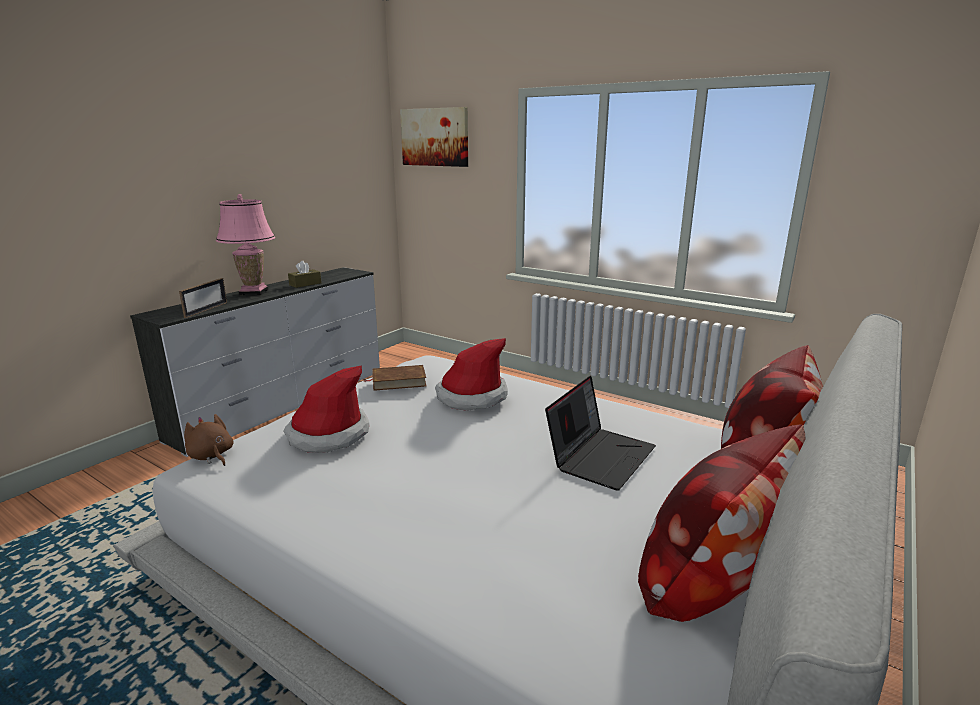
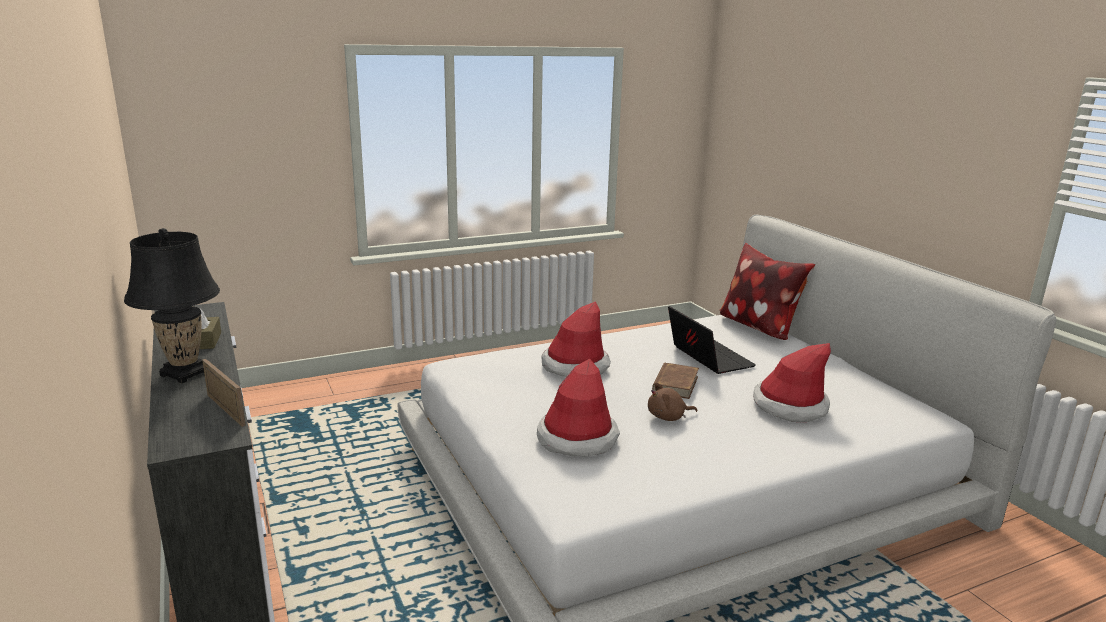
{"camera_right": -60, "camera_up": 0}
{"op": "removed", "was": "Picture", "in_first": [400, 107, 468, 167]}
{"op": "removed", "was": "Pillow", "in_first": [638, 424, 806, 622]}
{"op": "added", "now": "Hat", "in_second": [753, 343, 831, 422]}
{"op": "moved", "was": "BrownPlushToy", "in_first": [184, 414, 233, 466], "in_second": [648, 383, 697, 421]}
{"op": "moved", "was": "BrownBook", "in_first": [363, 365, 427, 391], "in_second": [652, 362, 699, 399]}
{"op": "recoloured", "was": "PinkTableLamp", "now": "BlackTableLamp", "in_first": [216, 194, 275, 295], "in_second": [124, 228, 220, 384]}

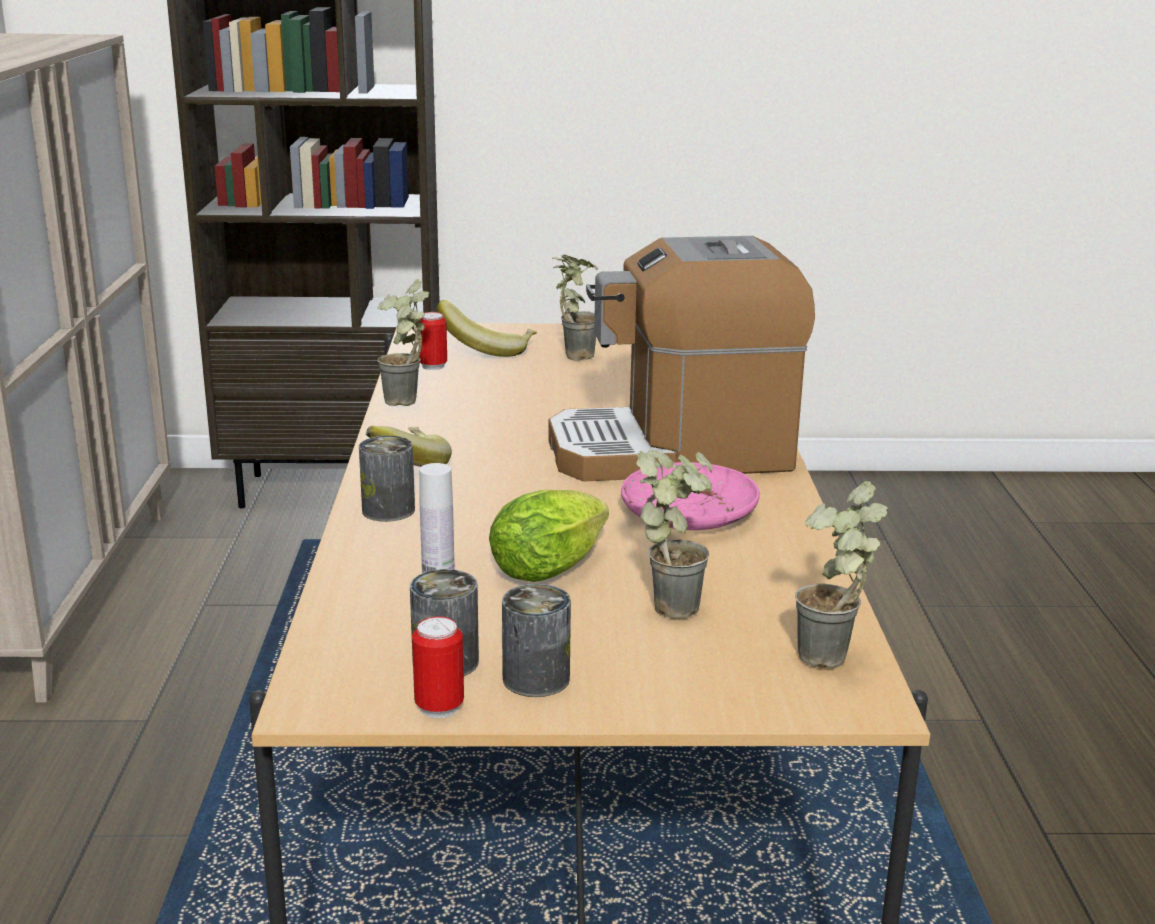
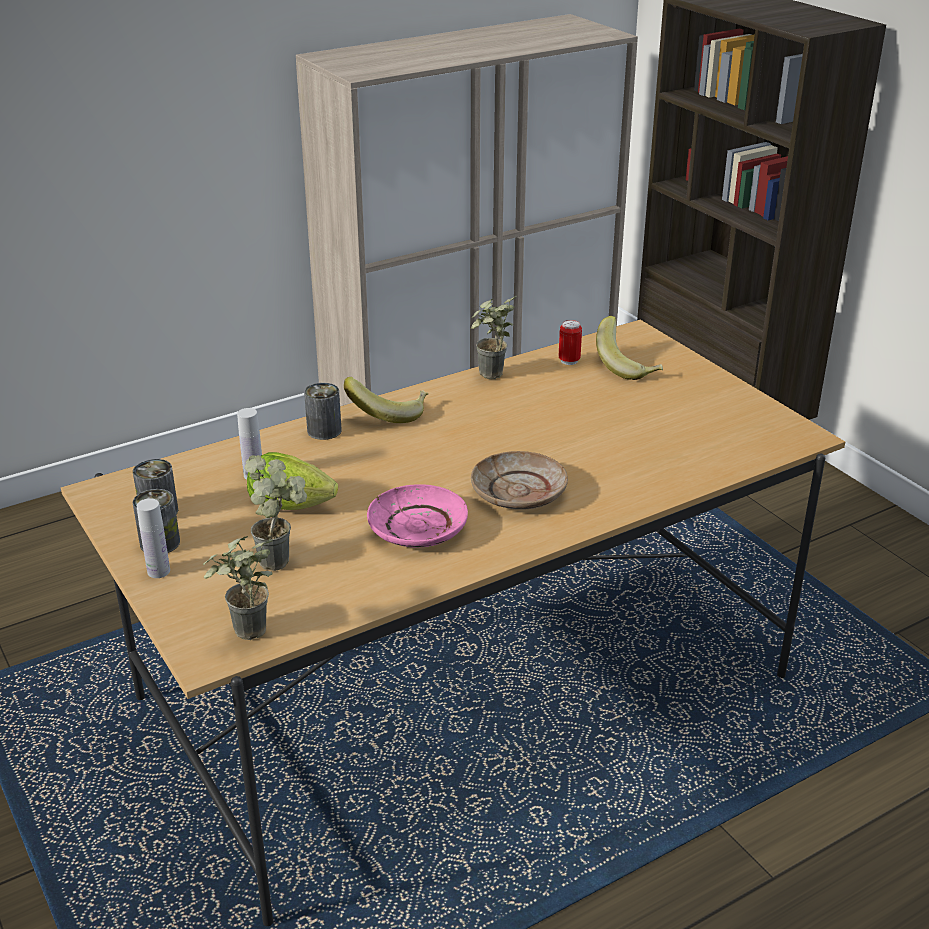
{"camera_right": 60, "camera_up": 10}
{"op": "removed", "was": "Can", "in_first": [412, 616, 464, 718]}
{"op": "removed", "was": "PottedPlant", "in_first": [552, 254, 598, 361]}
{"op": "added", "now": "WhiteBottle", "in_second": [137, 498, 170, 578]}
{"op": "replaced", "was": "CoffeeMachine", "now": "BeigePlate", "in_first": [548, 236, 815, 482], "in_second": [471, 451, 568, 510]}

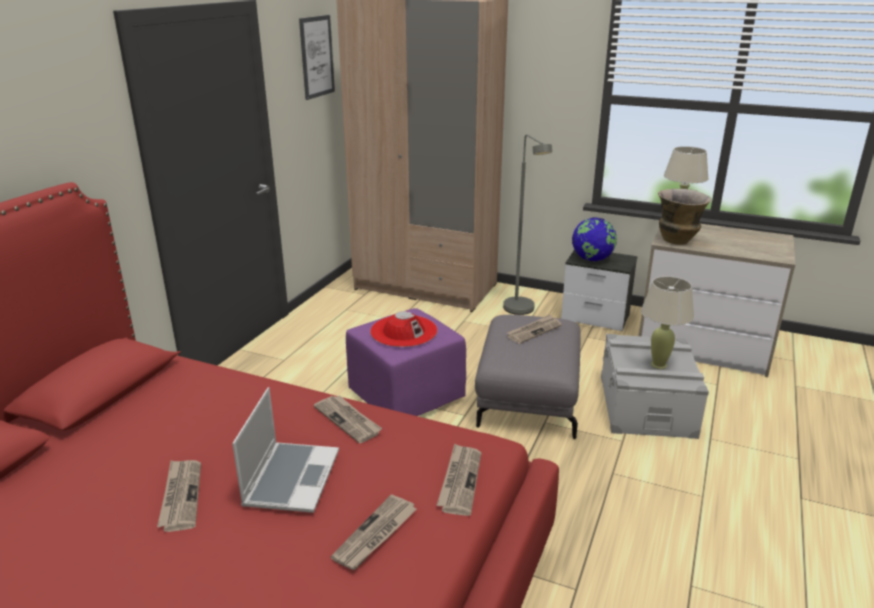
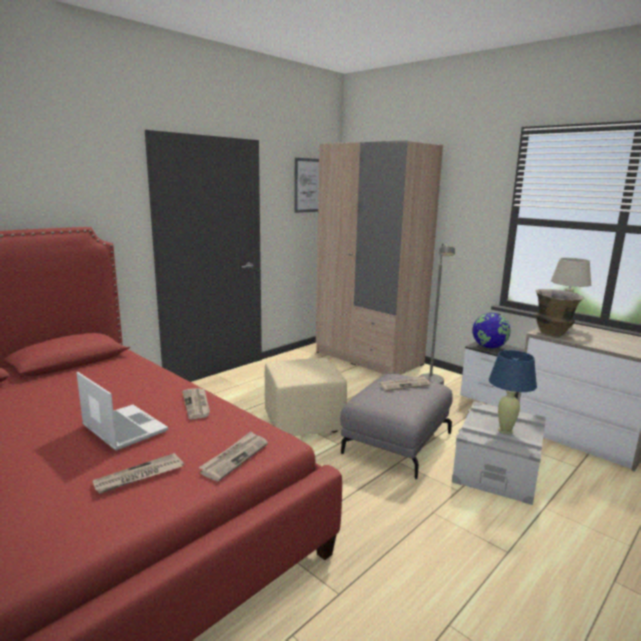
{"camera_right": 20, "camera_up": -10}
{"op": "removed", "was": "Newspaper", "in_first": [157, 460, 201, 532]}
{"op": "removed", "was": "RedHat", "in_first": [370, 311, 437, 347]}
{"op": "recoloured", "was": "PurpleOttoman", "now": "BeigeOttoman", "in_first": [346, 308, 466, 416], "in_second": [265, 358, 347, 436]}
{"op": "recoloured", "was": "BeigeTableLamp", "now": "BlueTableLamp", "in_first": [641, 276, 694, 369], "in_second": [489, 350, 537, 434]}
{"op": "turned", "was": "Laptop", "in_first": [232, 387, 339, 513], "in_second": [76, 372, 168, 451], "clockwise": -75}

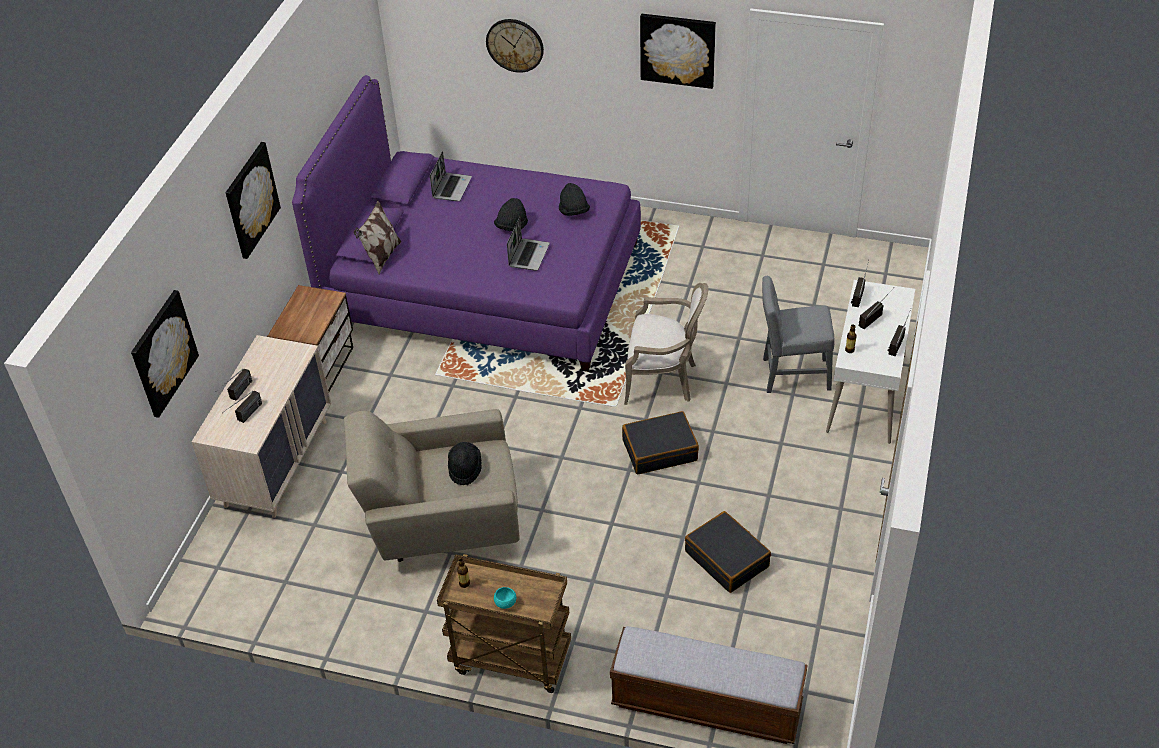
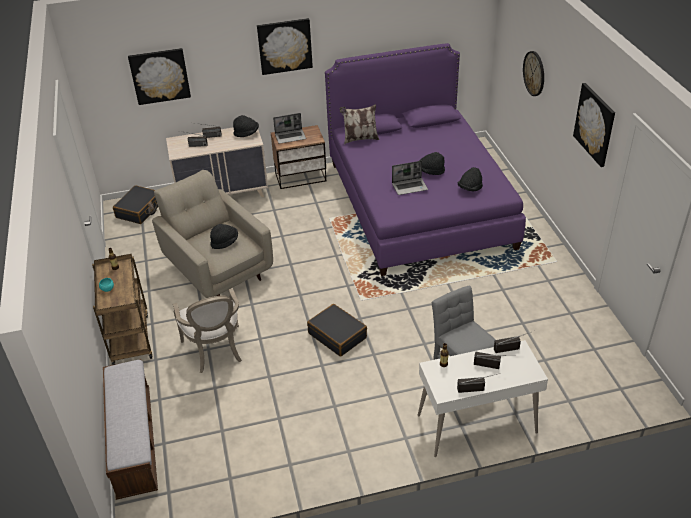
{"camera_right": 60, "camera_up": -5}
{"op": "added", "now": "BlackHat", "in_second": [233, 115, 259, 137]}
{"op": "moved", "was": "Laptop", "in_first": [430, 151, 472, 201], "in_second": [273, 113, 306, 144]}
{"op": "moved", "was": "Armchair", "in_first": [624, 283, 708, 405], "in_second": [173, 288, 242, 373]}
{"op": "moved", "was": "BlackSuitcase", "in_first": [685, 511, 771, 593], "in_second": [113, 185, 158, 224]}

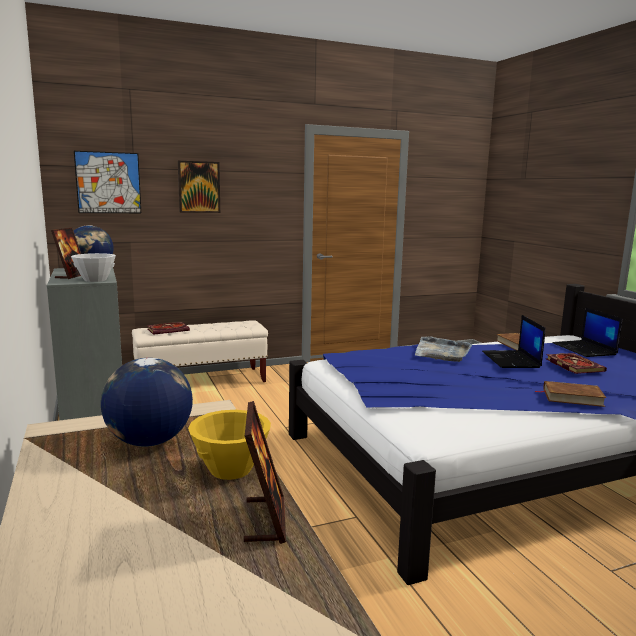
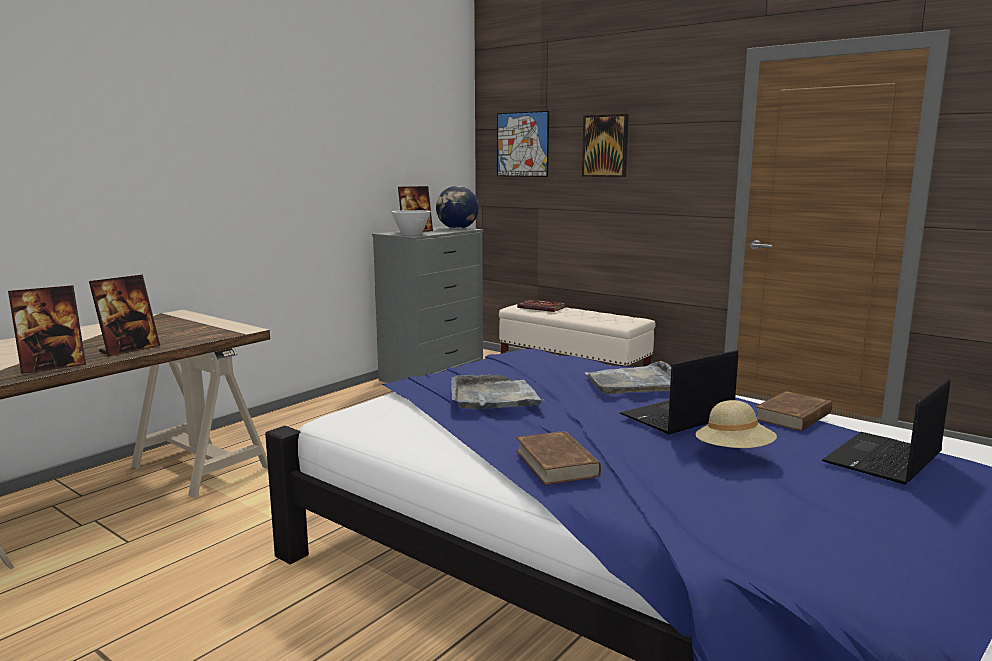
{"camera_right": 60, "camera_up": 0}
{"op": "removed", "was": "Globe", "in_first": [101, 358, 193, 447]}
{"op": "added", "now": "GreyTray", "in_second": [451, 374, 545, 409]}
{"op": "replaced", "was": "YellowBowl", "now": "PictureFrame", "in_first": [188, 410, 271, 480], "in_second": [89, 275, 160, 357]}
{"op": "replaced", "was": "Book", "now": "BeigeHat", "in_first": [545, 353, 607, 374], "in_second": [695, 400, 777, 448]}

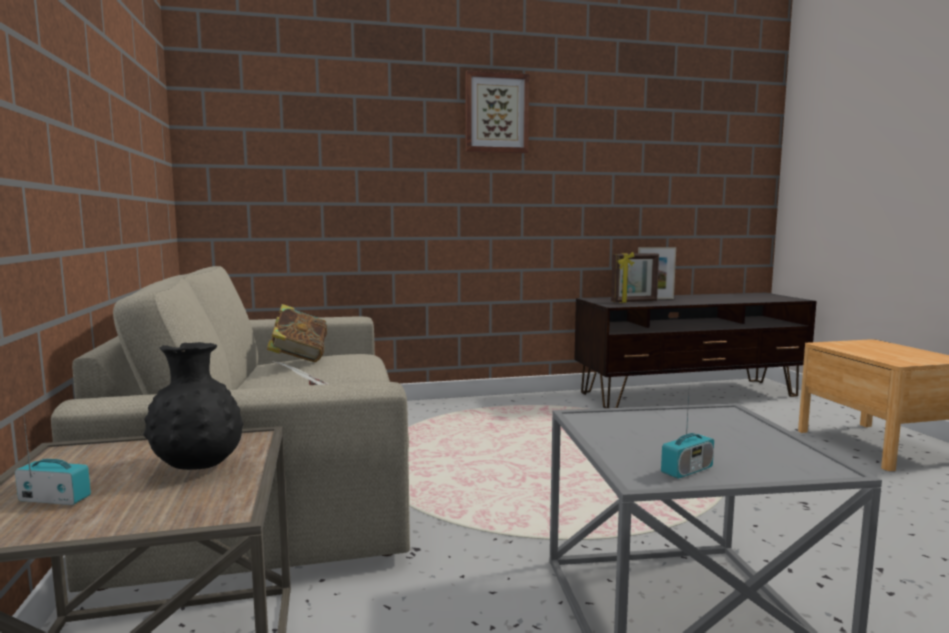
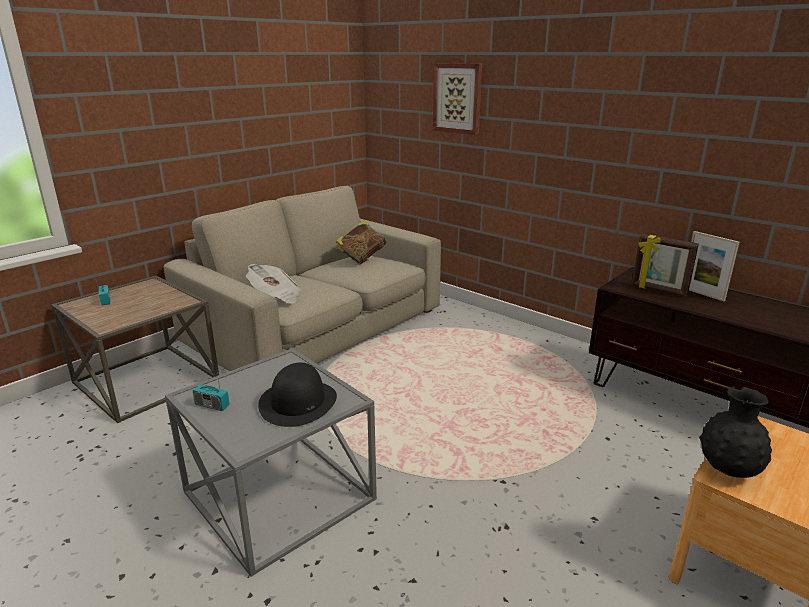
{"camera_right": 55, "camera_up": 15}
{"op": "added", "now": "BlackHat", "in_second": [258, 362, 337, 427]}
{"op": "moved", "was": "BlackVase", "in_first": [143, 342, 243, 470], "in_second": [699, 387, 772, 478]}
{"op": "moved", "was": "Picture", "in_first": [465, 71, 529, 153], "in_second": [433, 63, 482, 135]}

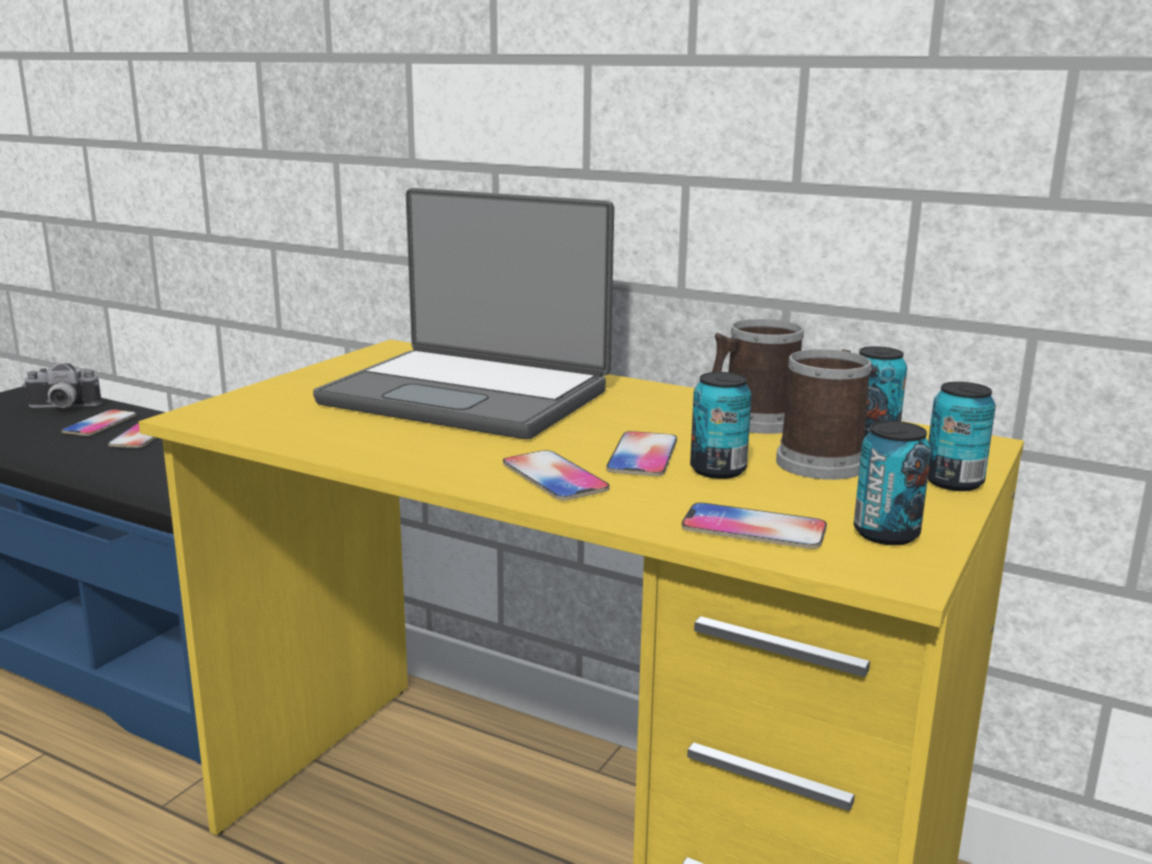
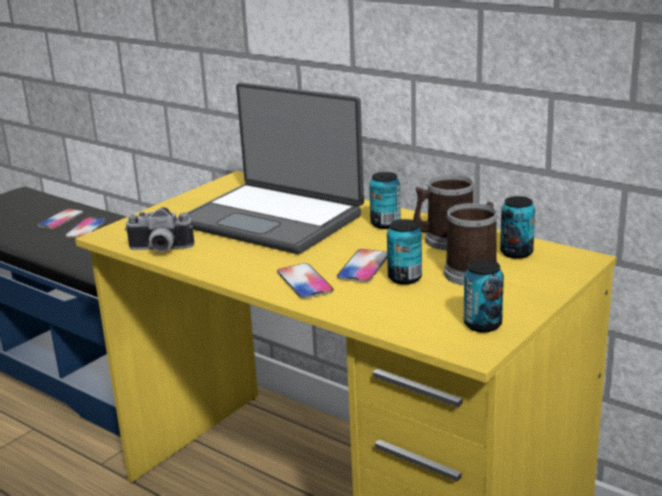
{"camera_right": 10, "camera_up": 5}
{"op": "removed", "was": "Phone", "in_first": [682, 503, 827, 549]}
{"op": "moved", "was": "PhotoCamera", "in_first": [23, 363, 101, 408], "in_second": [125, 207, 194, 252]}
{"op": "moved", "was": "Can", "in_first": [928, 382, 996, 491], "in_second": [369, 172, 401, 229]}

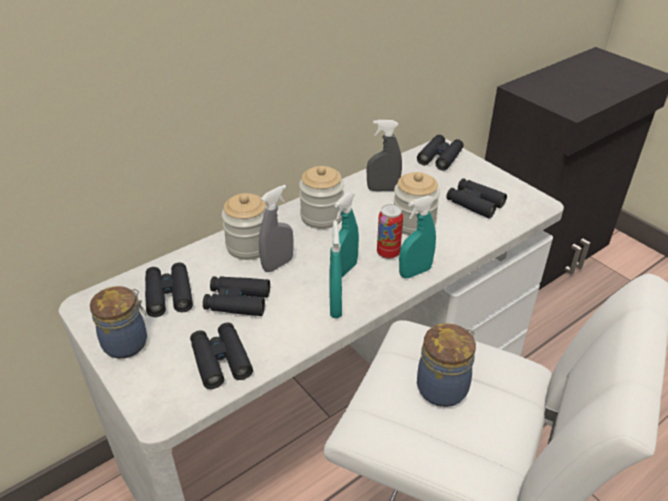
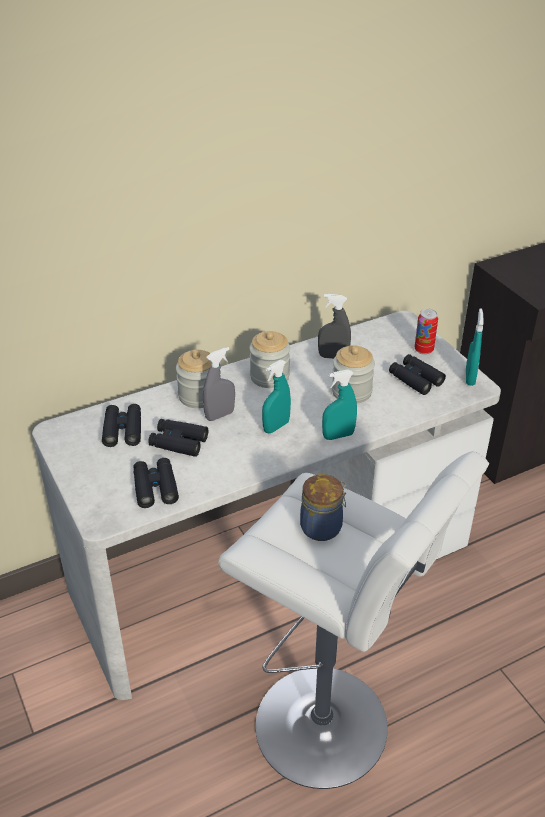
{"camera_right": 10, "camera_up": 0}
{"op": "removed", "was": "Jar", "in_first": [90, 286, 147, 359]}
{"op": "removed", "was": "BlackBinoculars", "in_first": [417, 135, 464, 171]}
{"op": "moved", "was": "TurquoiseSprayBottle", "in_first": [329, 221, 342, 318], "in_second": [466, 308, 484, 386]}
{"op": "moved", "was": "Can", "in_first": [377, 204, 403, 259], "in_second": [415, 309, 438, 355]}

